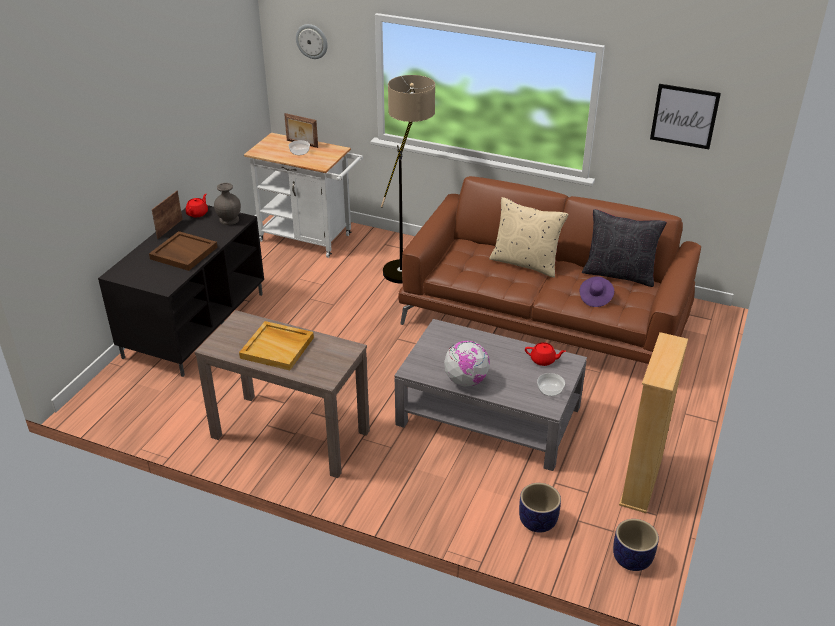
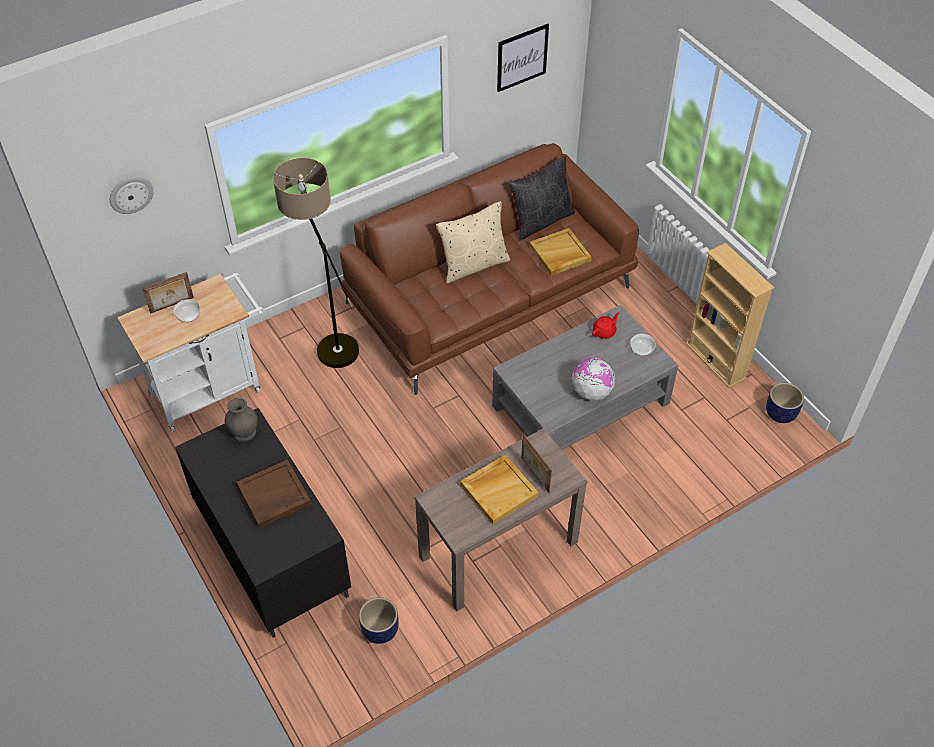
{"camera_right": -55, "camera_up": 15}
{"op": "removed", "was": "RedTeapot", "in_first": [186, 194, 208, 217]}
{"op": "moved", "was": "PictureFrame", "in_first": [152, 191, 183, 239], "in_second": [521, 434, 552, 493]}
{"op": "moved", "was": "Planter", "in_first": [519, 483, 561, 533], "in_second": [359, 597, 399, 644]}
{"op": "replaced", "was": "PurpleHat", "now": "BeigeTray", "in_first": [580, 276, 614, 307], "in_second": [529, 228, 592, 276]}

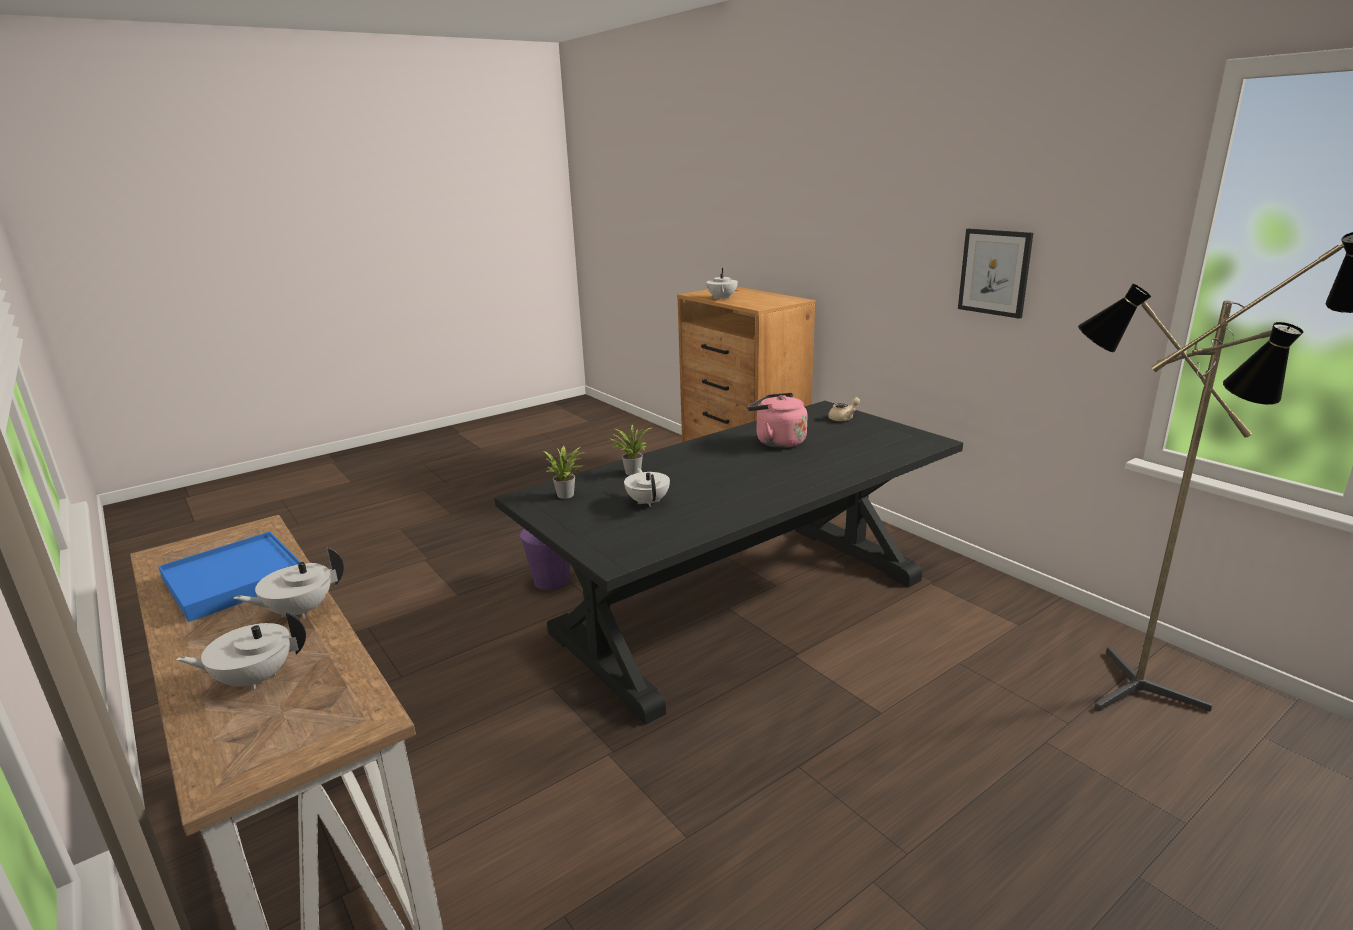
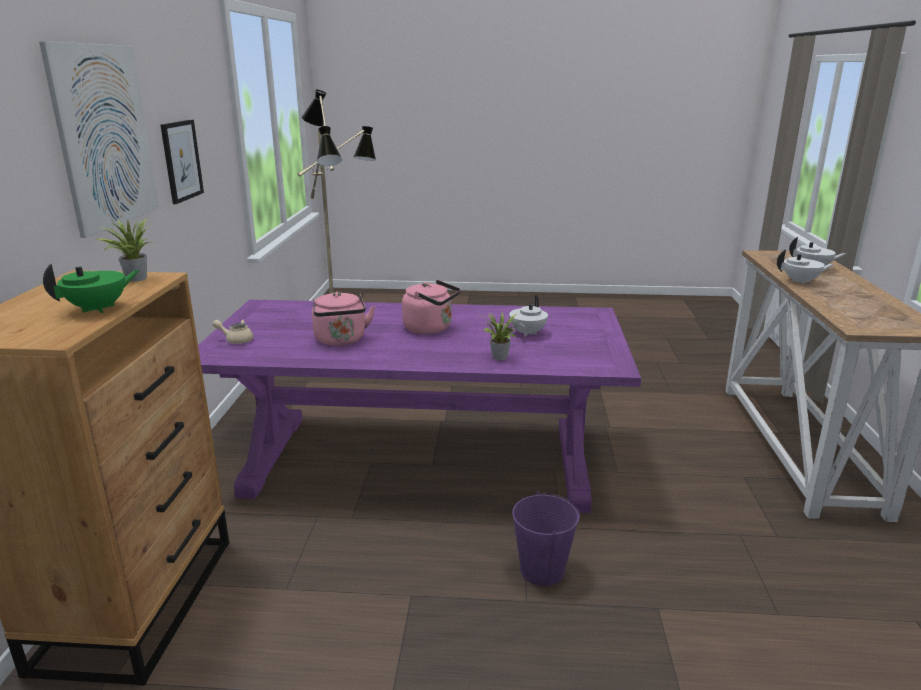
{"camera_right": -140, "camera_up": 0}
{"op": "removed", "was": "BlueTray", "in_first": [158, 531, 300, 622]}
{"op": "added", "now": "Picture", "in_second": [39, 41, 159, 238]}
{"op": "added", "now": "PinkKettle", "in_second": [402, 280, 461, 334]}
{"op": "moved", "was": "PottedPlant", "in_first": [544, 446, 584, 499], "in_second": [97, 219, 153, 282]}
{"op": "recoloured", "was": "BlackDiningTable", "now": "PurpleDiningTable", "in_first": [494, 401, 963, 725], "in_second": [198, 299, 641, 513]}
{"op": "recoloured", "was": "WhiteTeapot", "now": "GreenTeapot", "in_first": [706, 268, 738, 300], "in_second": [43, 264, 140, 313]}

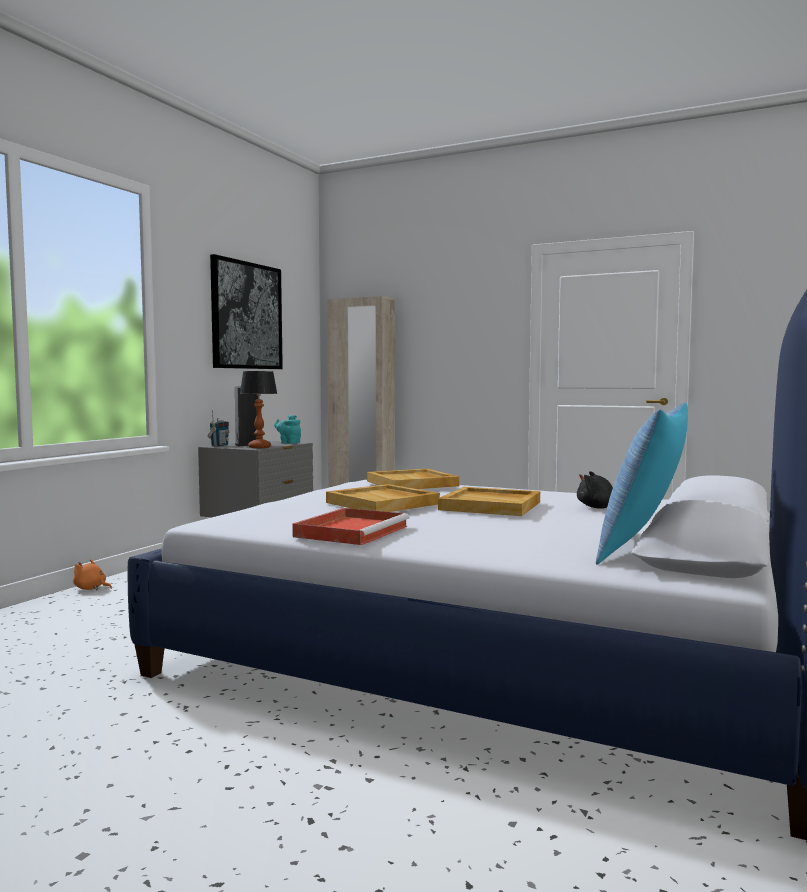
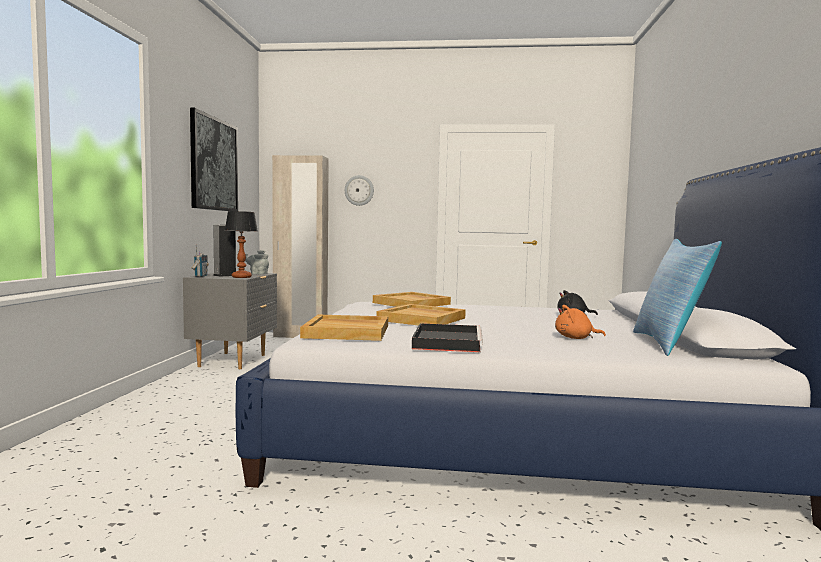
{"camera_right": -20, "camera_up": 0}
{"op": "added", "now": "WallClock", "in_second": [345, 175, 374, 206]}
{"op": "moved", "was": "OrangePlushToy", "in_first": [73, 559, 112, 590], "in_second": [555, 305, 606, 339]}
{"op": "moved", "was": "BeigeTray", "in_first": [438, 487, 540, 516], "in_second": [300, 315, 388, 341]}
{"op": "recoloured", "was": "TurquoiseTeapot", "now": "GreyTeapot", "in_first": [274, 415, 301, 444], "in_second": [245, 250, 269, 274]}
{"op": "recoloured", "was": "RedTray", "now": "BlackTray", "in_first": [292, 508, 409, 545], "in_second": [412, 323, 483, 352]}

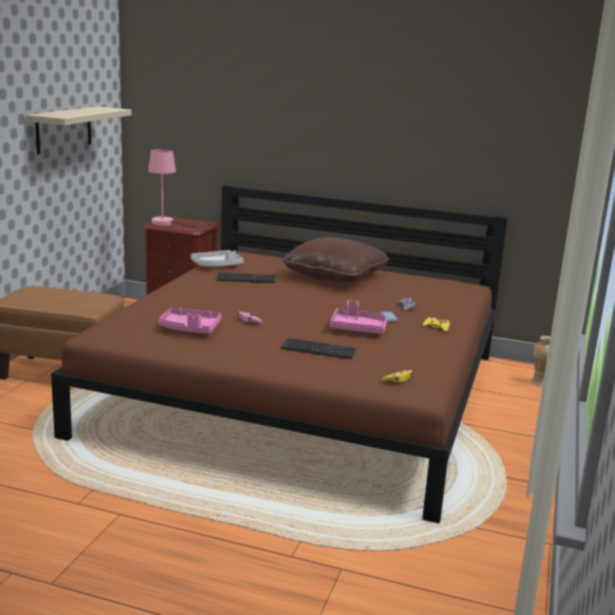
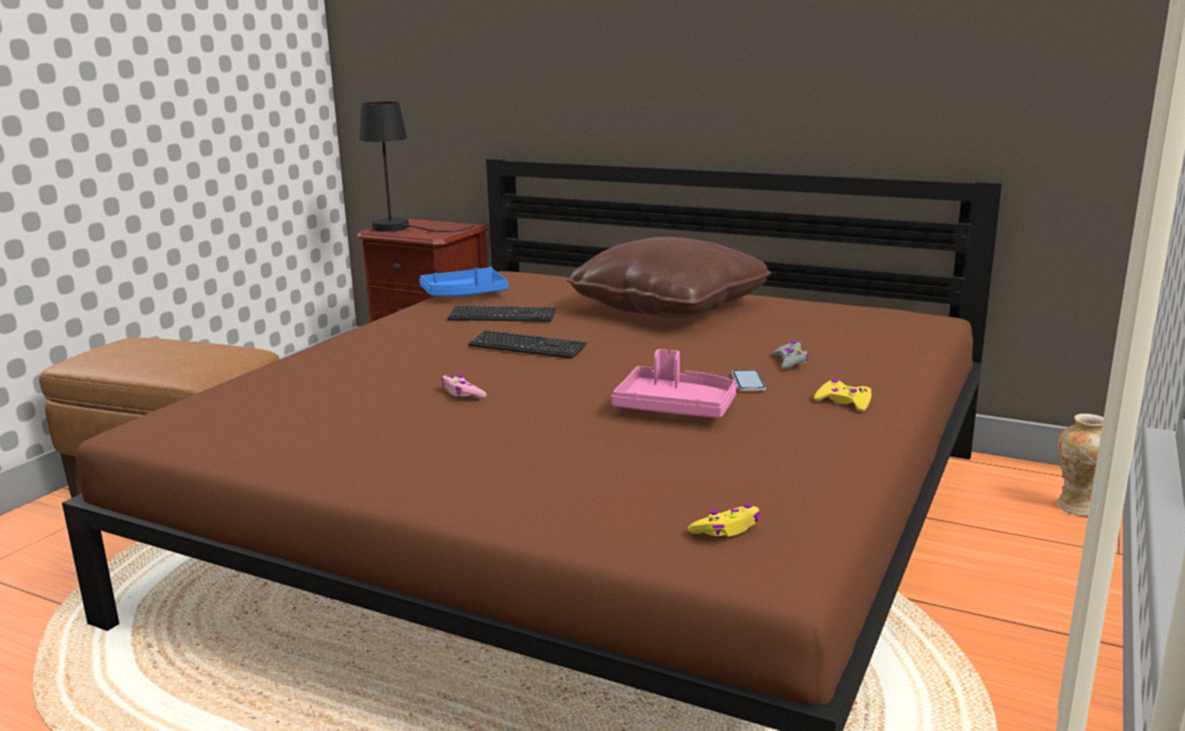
{"camera_right": 10, "camera_up": 0}
{"op": "removed", "was": "BeigeShelf", "in_first": [26, 106, 131, 155]}
{"op": "removed", "was": "PinkTray", "in_first": [159, 308, 222, 334]}
{"op": "moved", "was": "Keyboard", "in_first": [281, 338, 356, 359], "in_second": [468, 330, 587, 359]}
{"op": "recoloured", "was": "PinkTableLamp", "now": "BlackTableLamp", "in_first": [148, 149, 212, 227], "in_second": [359, 102, 475, 232]}
{"op": "recoloured", "was": "GreyTray", "now": "BlueTray", "in_first": [191, 250, 244, 267], "in_second": [419, 267, 509, 297]}

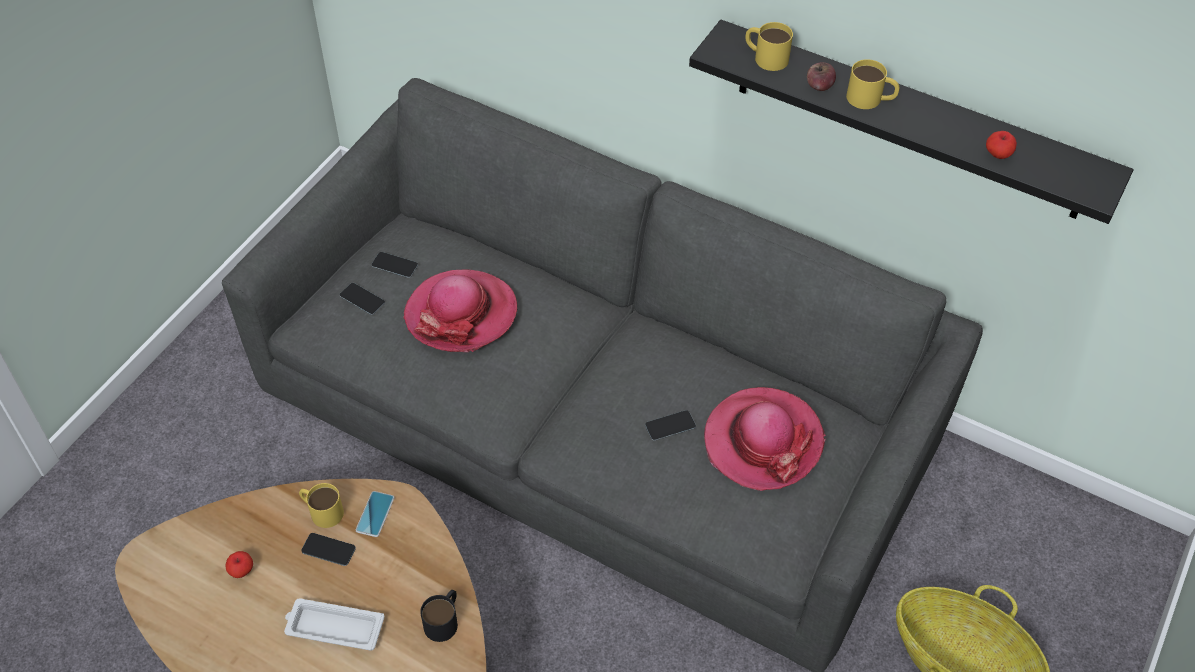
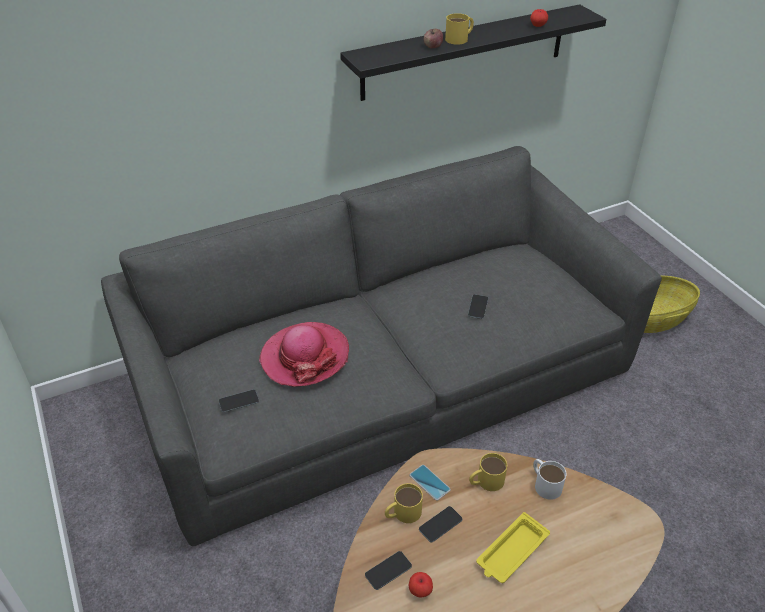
{"camera_right": -55, "camera_up": -10}
{"op": "removed", "was": "Hat", "in_first": [704, 387, 826, 491]}
{"op": "moved", "was": "Phone", "in_first": [372, 252, 418, 278], "in_second": [365, 551, 412, 590]}
{"op": "moved", "was": "YellowMug", "in_first": [745, 22, 793, 71], "in_second": [469, 453, 507, 491]}
{"op": "recoloured", "was": "WhiteTray", "now": "YellowTray", "in_first": [284, 598, 385, 651], "in_second": [476, 512, 550, 583]}
{"op": "recoloured", "was": "BlackMug", "now": "WhiteMug", "in_first": [420, 590, 458, 642], "in_second": [533, 459, 566, 500]}

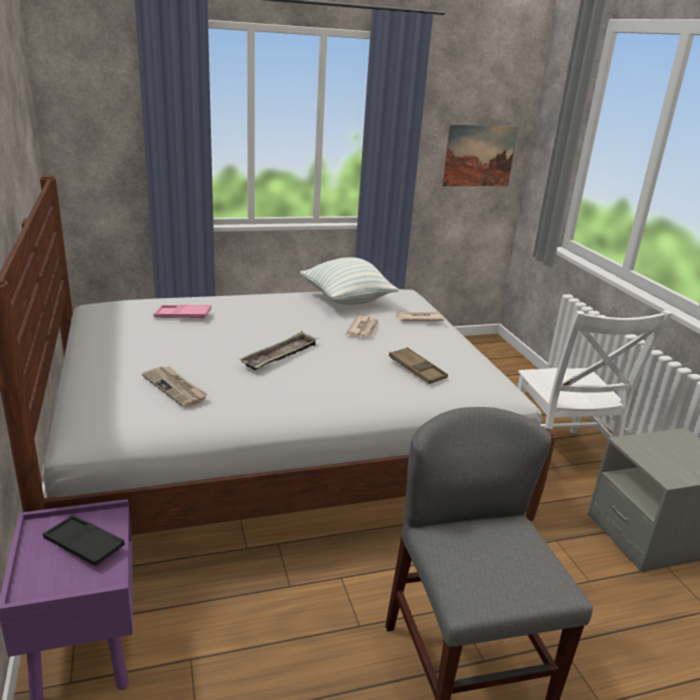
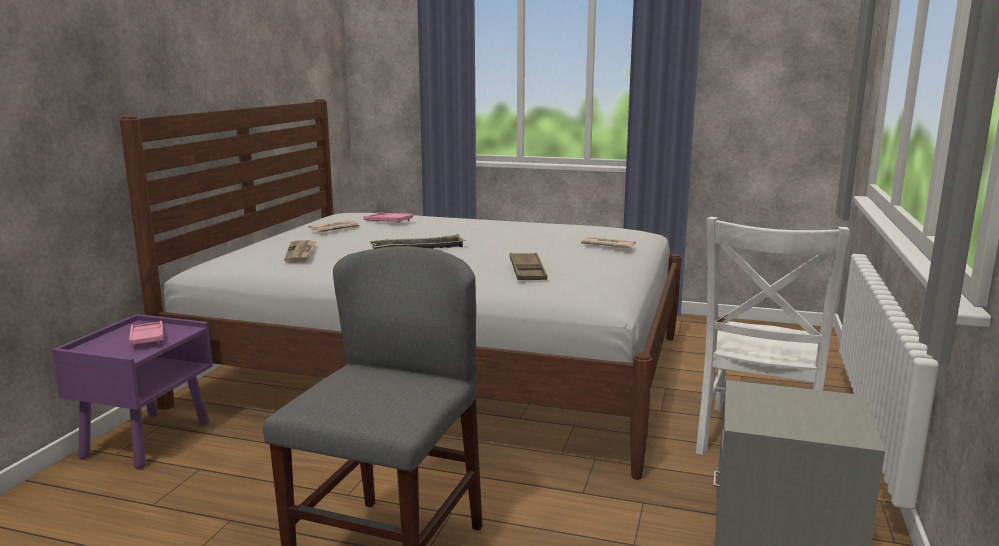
{"camera_right": 35, "camera_up": -10}
{"op": "removed", "was": "Pillow", "in_first": [300, 257, 399, 305]}
{"op": "removed", "was": "Picture", "in_first": [442, 124, 518, 186]}
{"op": "moved", "was": "Newspaper", "in_first": [346, 315, 379, 338], "in_second": [308, 220, 362, 233]}
{"op": "recoloured", "was": "BlackTray", "now": "PinkTray", "in_first": [43, 515, 125, 566], "in_second": [129, 321, 163, 347]}

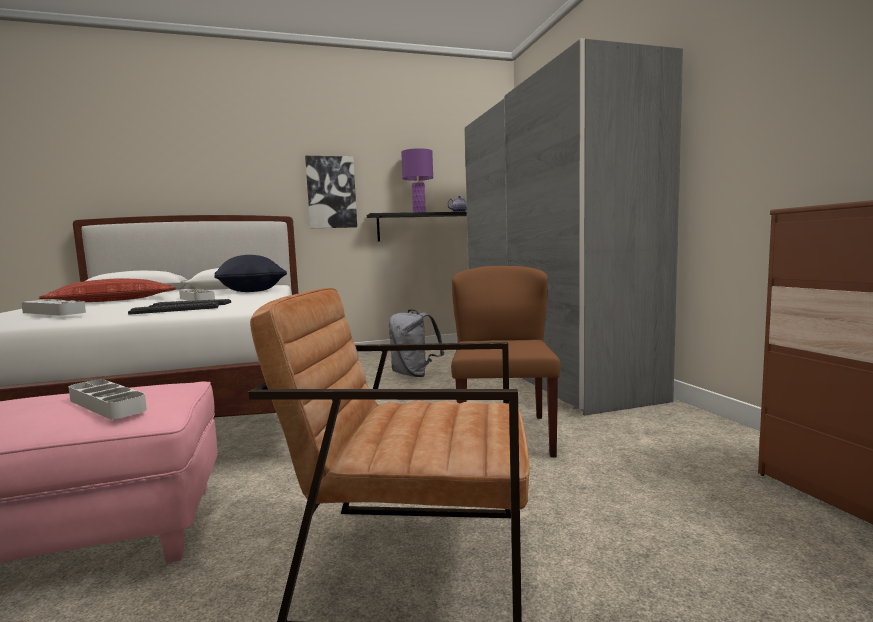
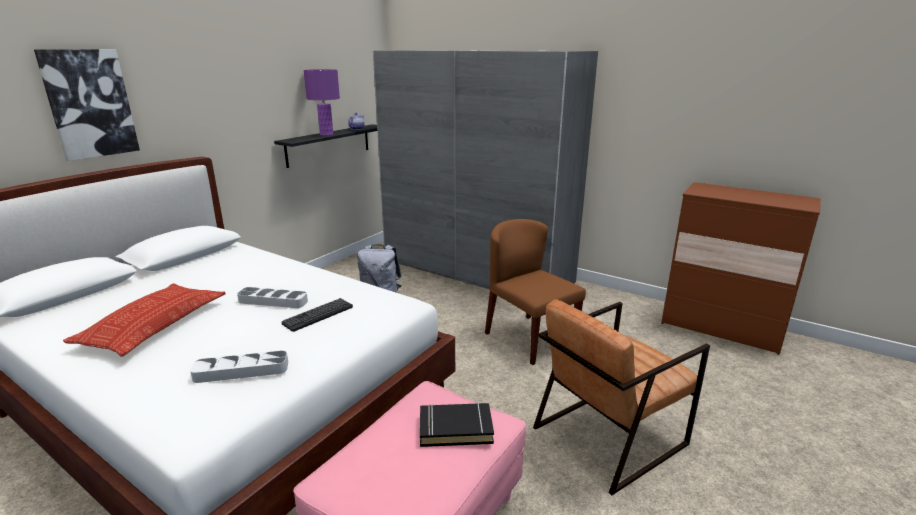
{"camera_right": -40, "camera_up": 15}
{"op": "removed", "was": "Keyboard", "in_first": [128, 302, 219, 315]}
{"op": "removed", "was": "BlackPillow", "in_first": [214, 255, 287, 292]}
{"op": "moved", "was": "Picture", "in_first": [305, 156, 357, 228], "in_second": [34, 49, 140, 161]}
{"op": "replaced", "was": "GreyTray", "now": "BlackBook", "in_first": [68, 379, 147, 419], "in_second": [420, 402, 494, 447]}

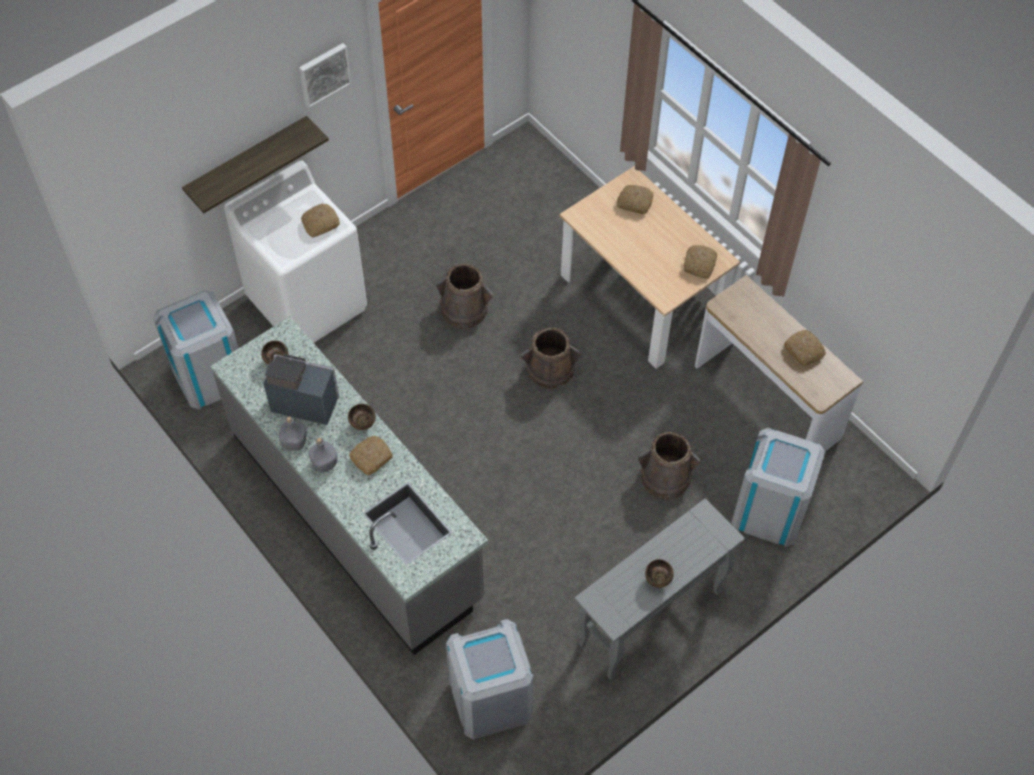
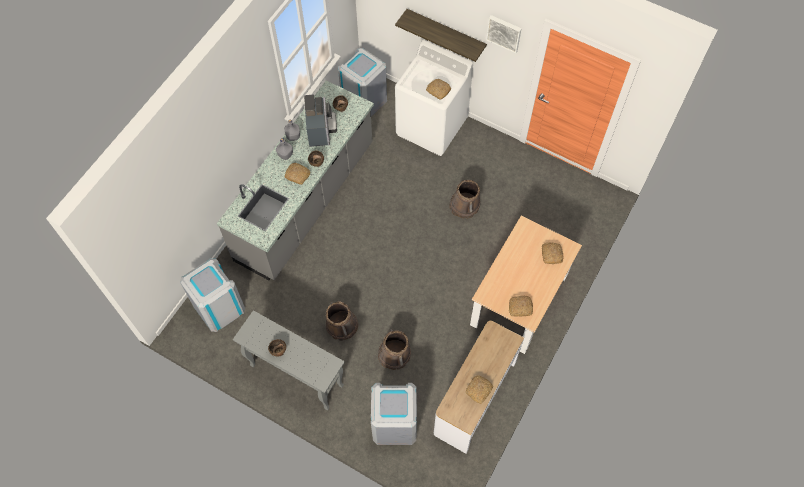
{"camera_right": 70, "camera_up": 5}
{"op": "moved", "was": "BrownBucket", "in_first": [521, 327, 580, 389], "in_second": [326, 301, 358, 341]}

